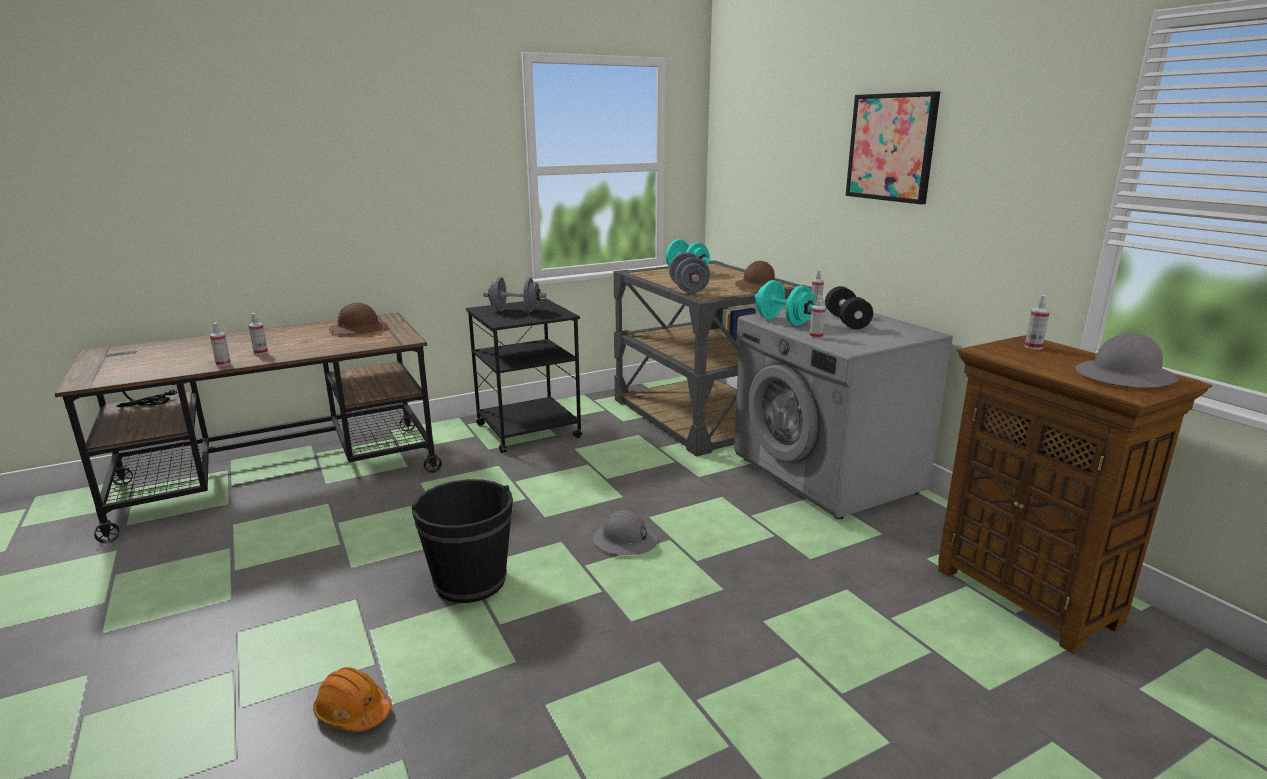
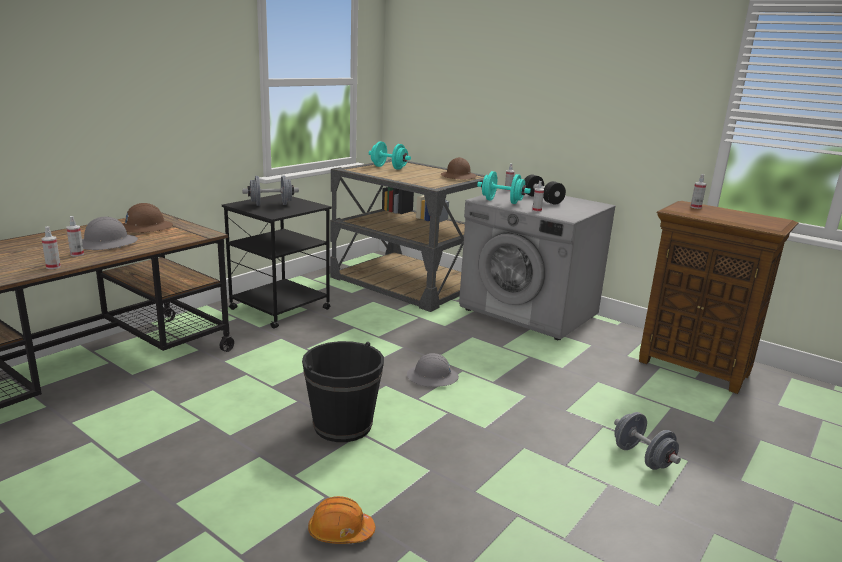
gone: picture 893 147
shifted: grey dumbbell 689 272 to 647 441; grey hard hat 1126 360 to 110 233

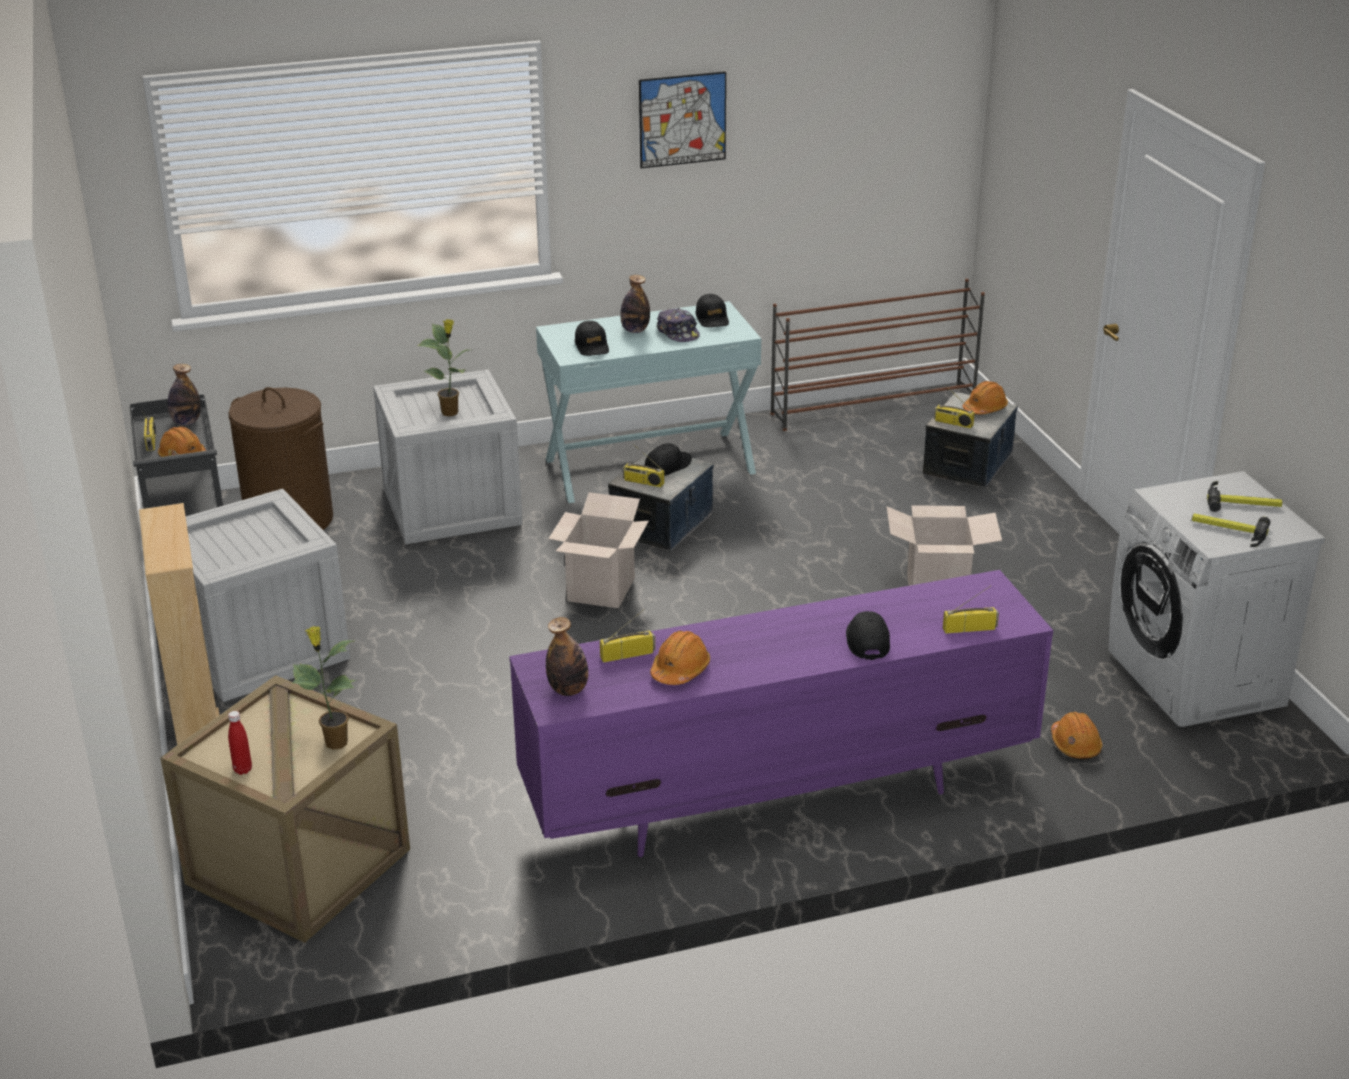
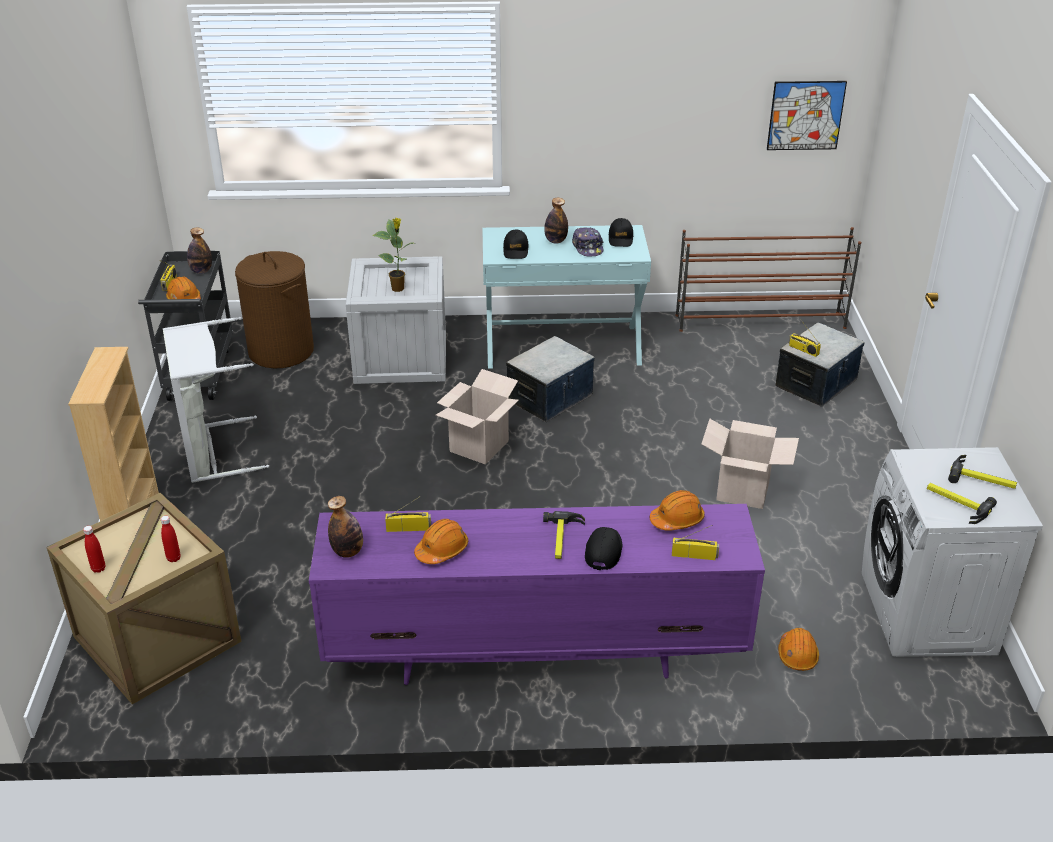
gone: radio 643 465; black cap 668 459
new: hammer 564 535
shifted: picture 682 119 to 807 115; orange hard hat 985 397 to 677 510
swapped: crate 268 595 to grey laundry basket 216 400; potted plant 324 688 to red bottle 171 539

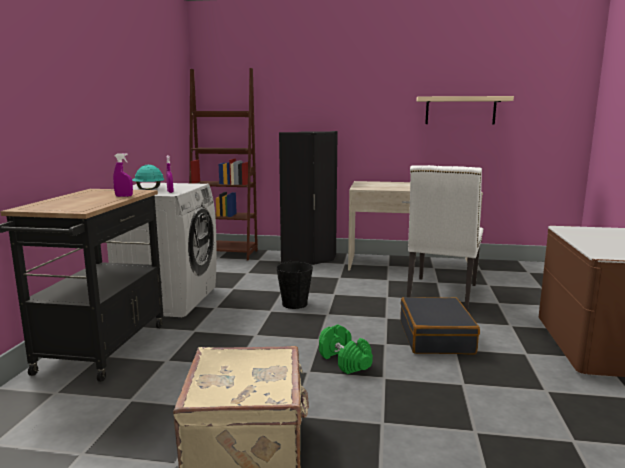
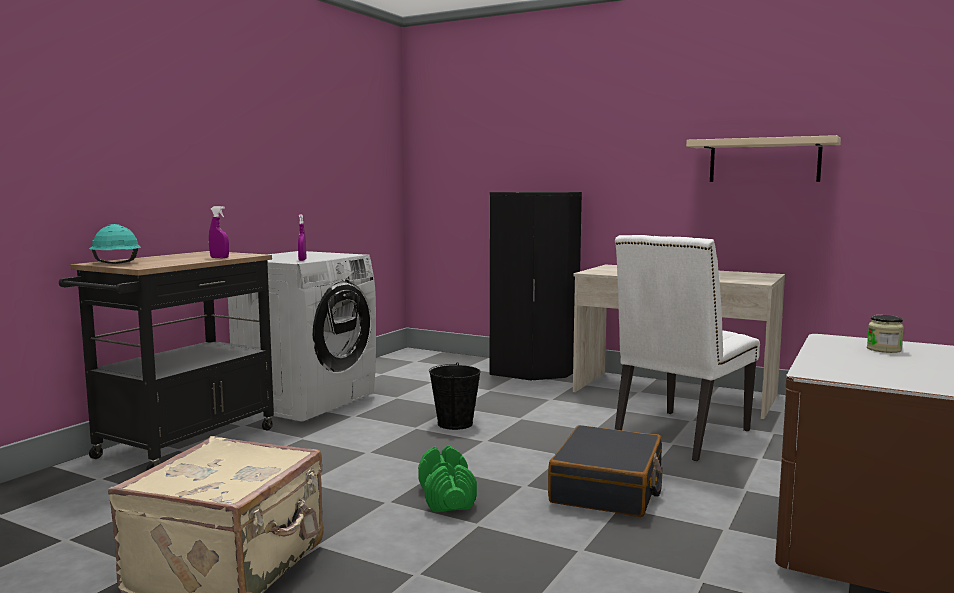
gone: brown bookcase 223 164
new: jar 885 334
shifted: turquoise hard hat 148 177 to 115 244

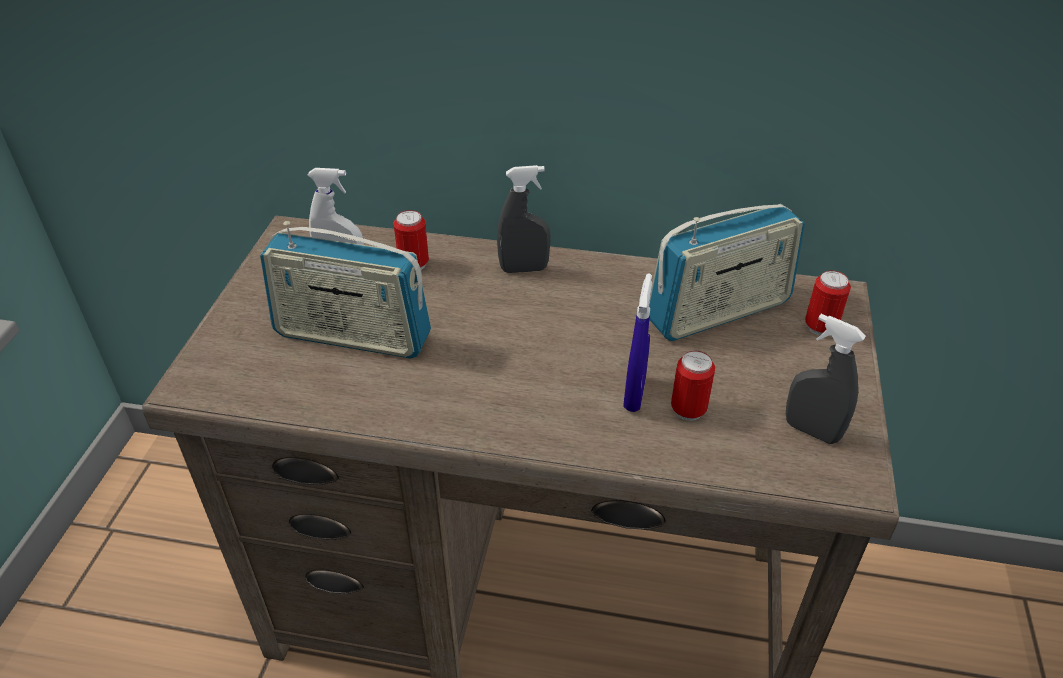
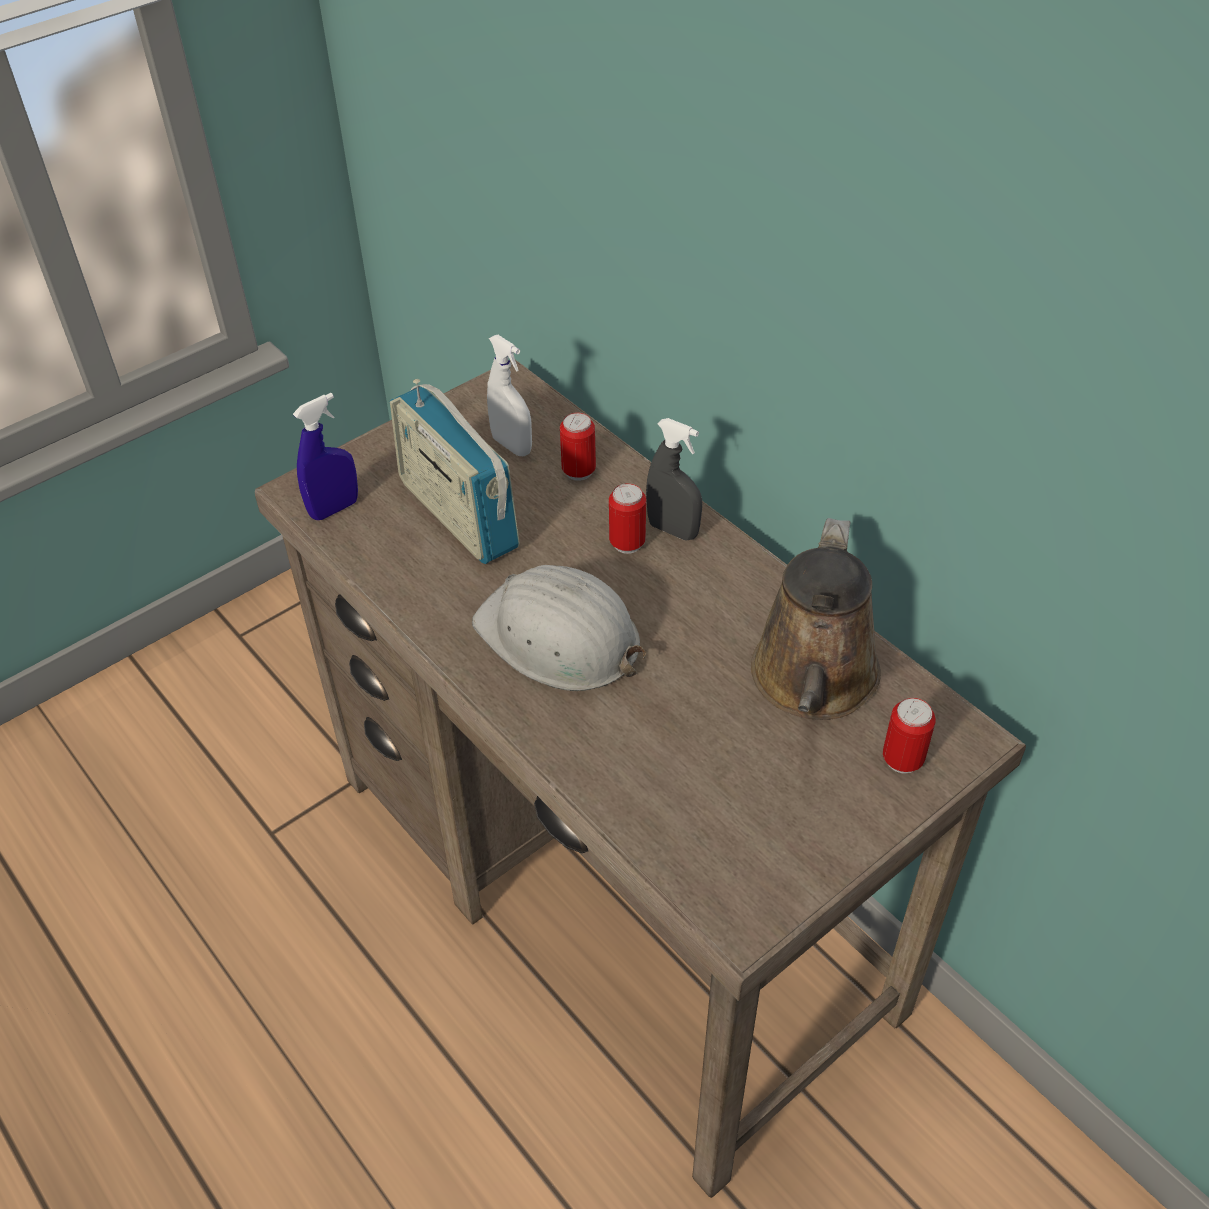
gone: grey spray bottle 826 379
new: white hard hat 559 628
shifted: blue spray bottle 637 342 to 325 456; can 693 386 to 627 518
swapped: radio 727 272 to brown watering can 816 619

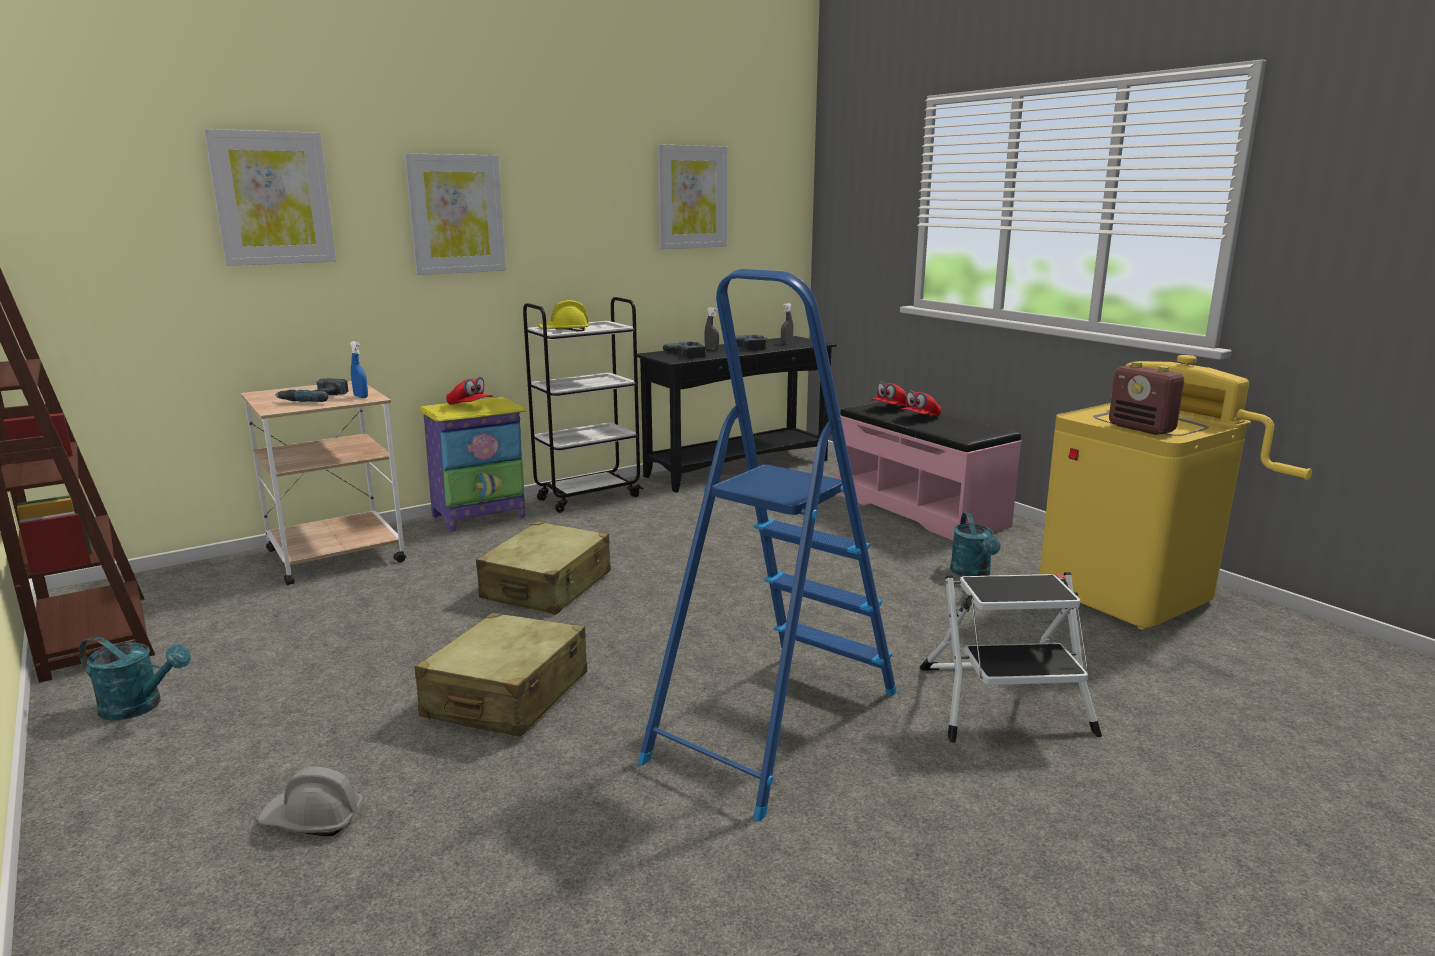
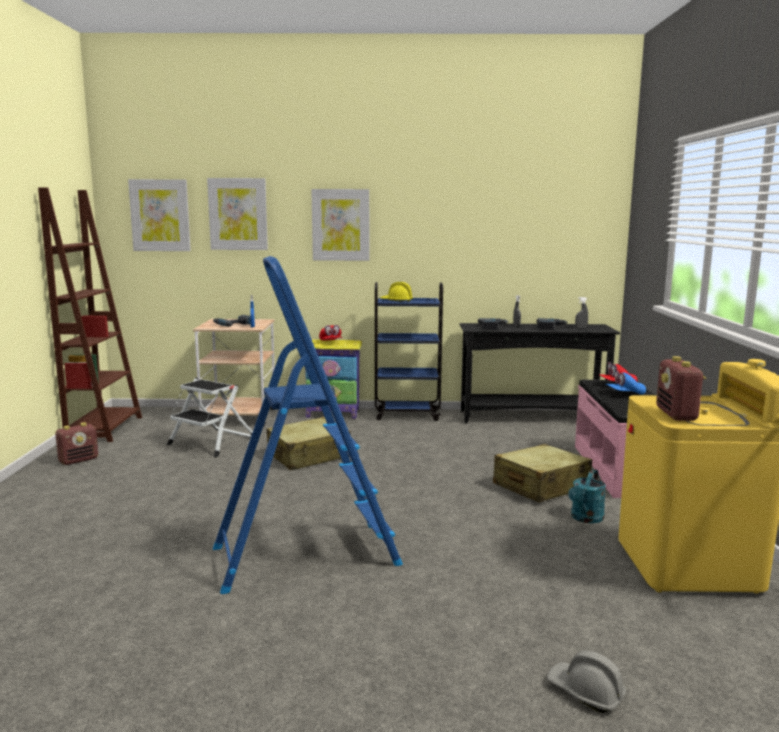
shifted: picture 692 196 to 159 215; step ladder 1010 657 to 210 417; beige suitcase 501 675 to 542 473; grey hard hat 310 801 to 586 682
swapped: turquoise watering can 135 678 to radio 76 443
repainted: white cart 583 405 to blue cart 408 351; red cap 920 403 to blue cap 626 383

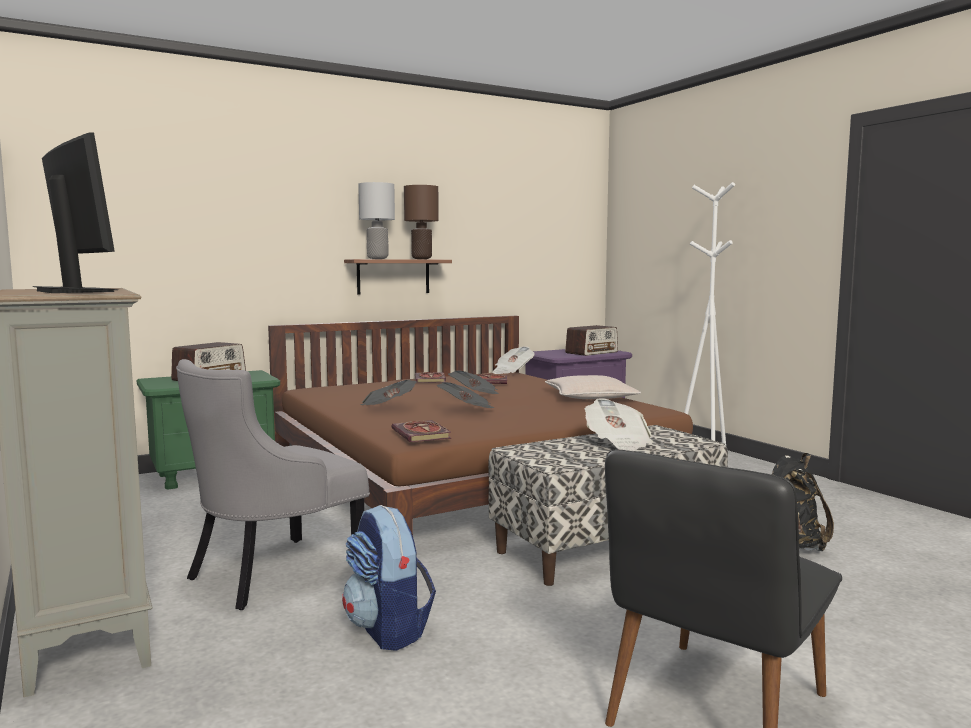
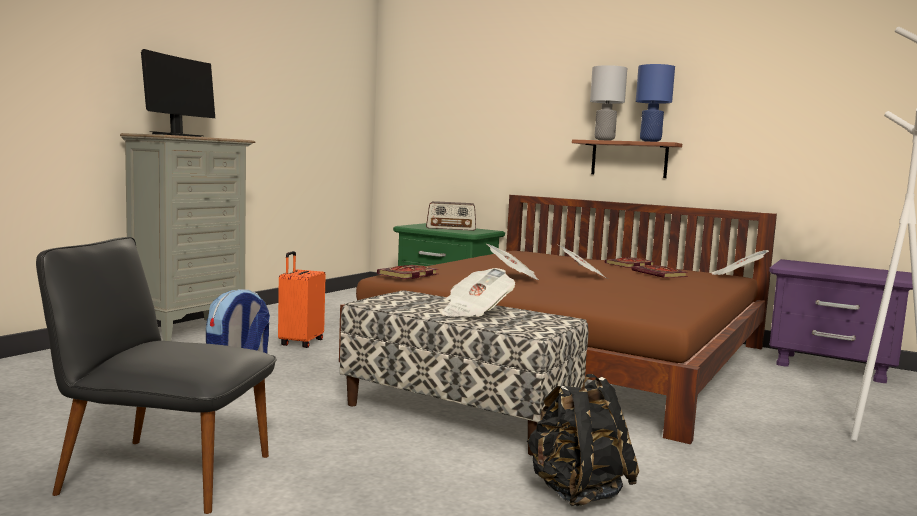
gone: radio 591 340; beige pillow 593 387; newspaper 389 392
swapped: grey chair 273 484 to orange suitcase 302 299
repainted: brown table lamp 421 222 to blue table lamp 655 103

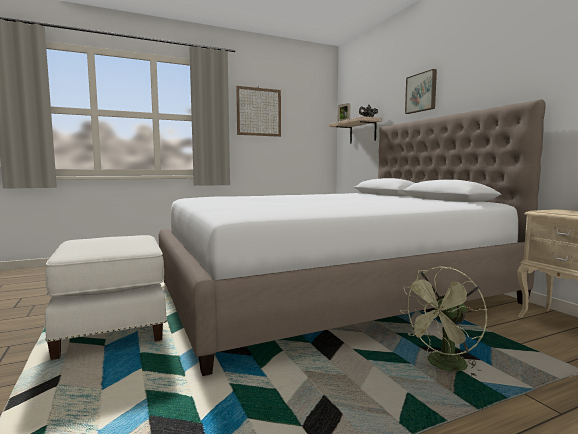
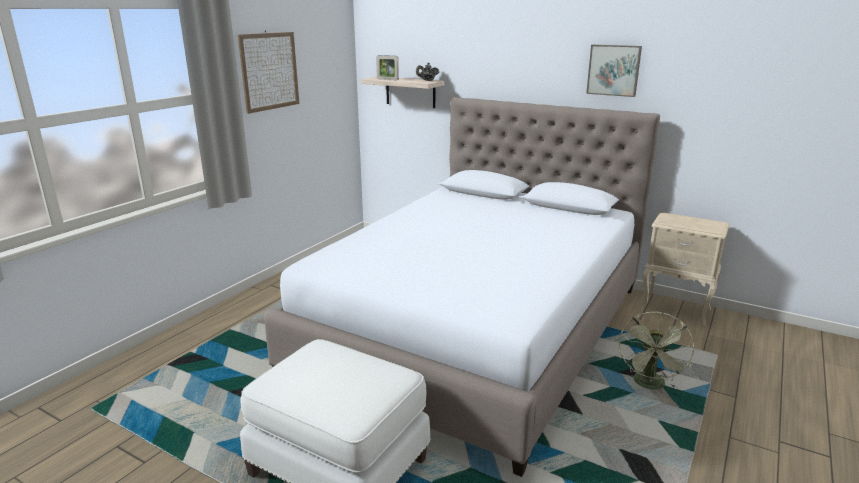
shifted: picture 421 91 to 614 71

